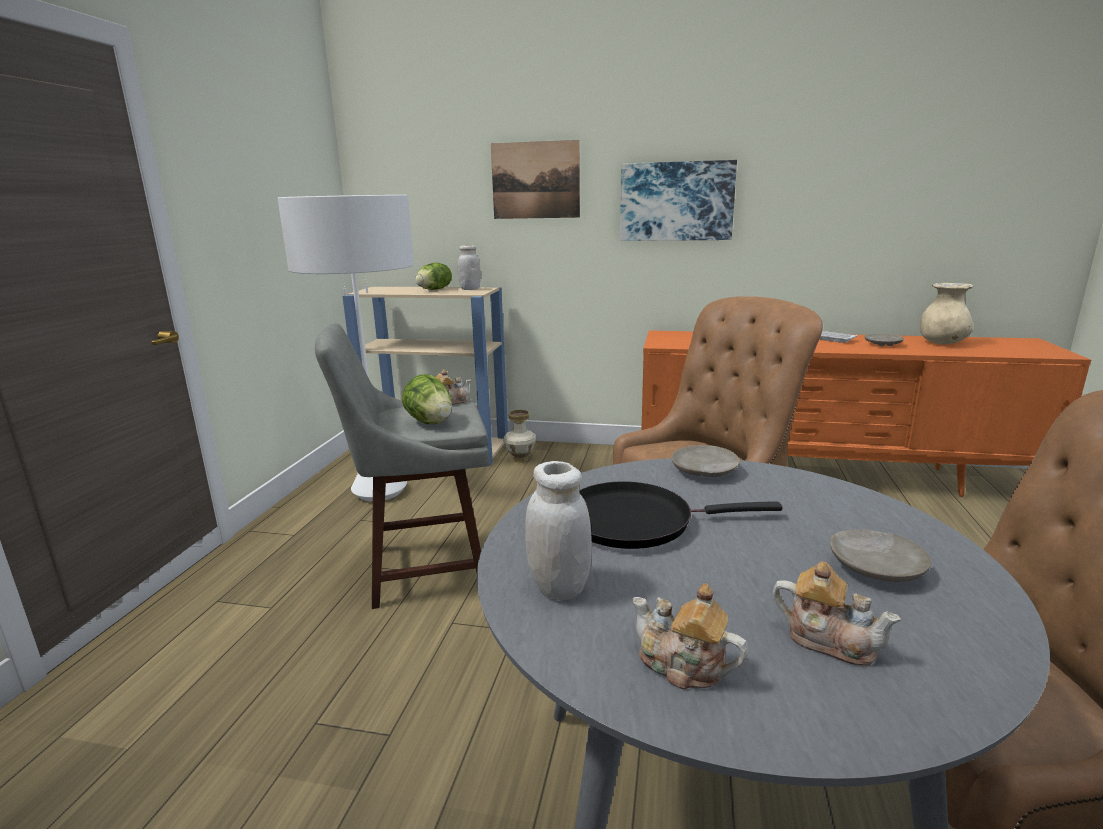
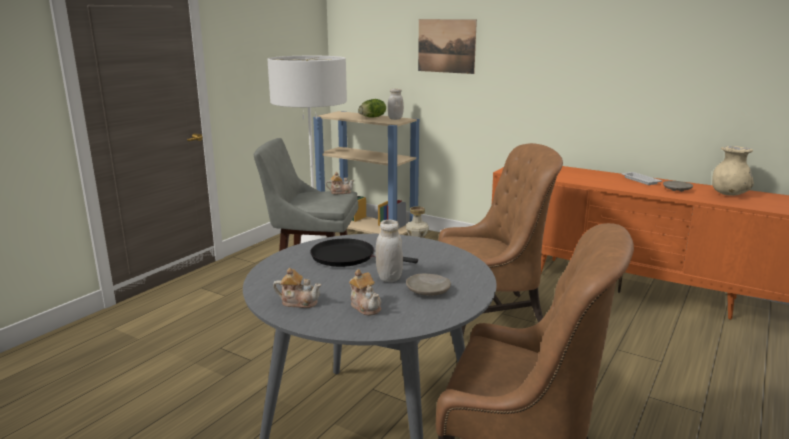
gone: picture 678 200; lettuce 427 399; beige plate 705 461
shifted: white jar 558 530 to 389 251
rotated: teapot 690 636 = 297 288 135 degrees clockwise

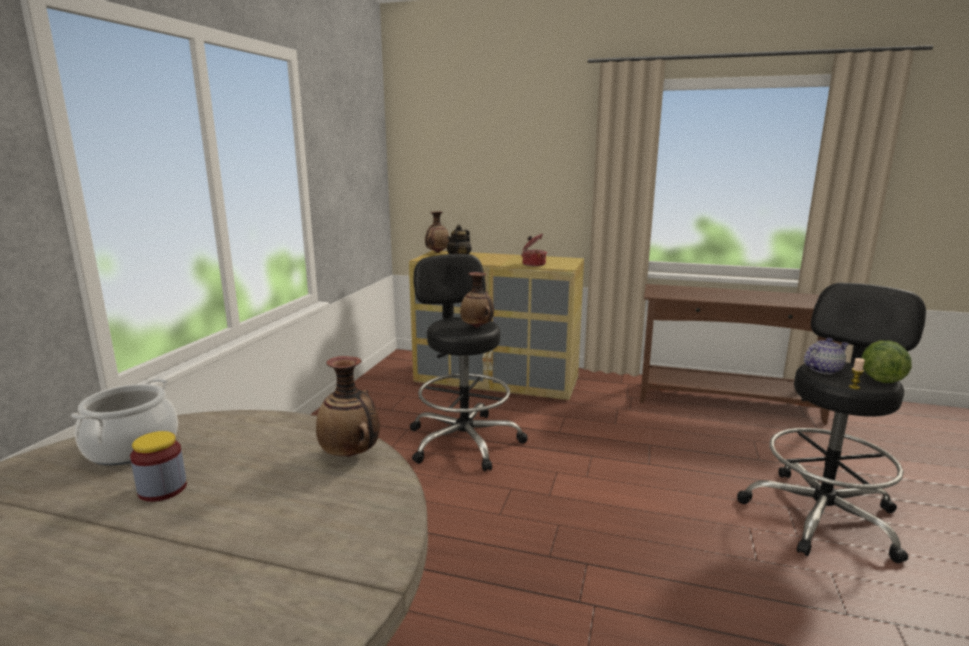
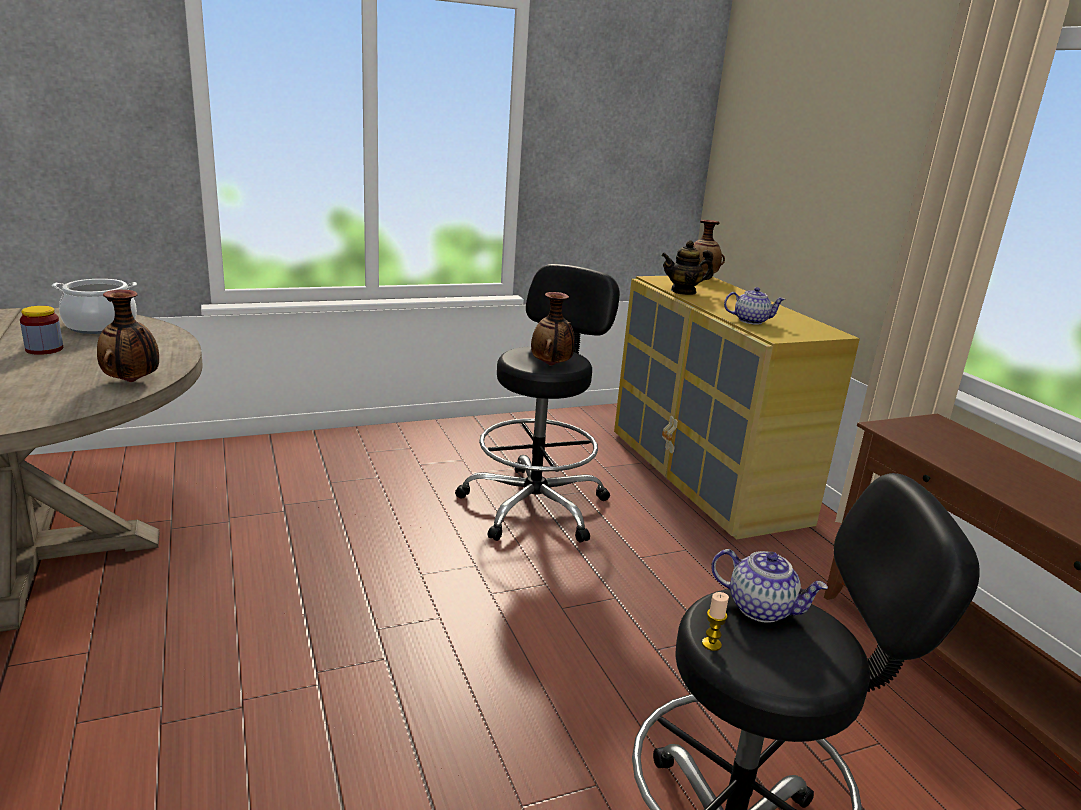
gone: lettuce 886 361
swapped: cooking pot 534 250 to teapot 754 306

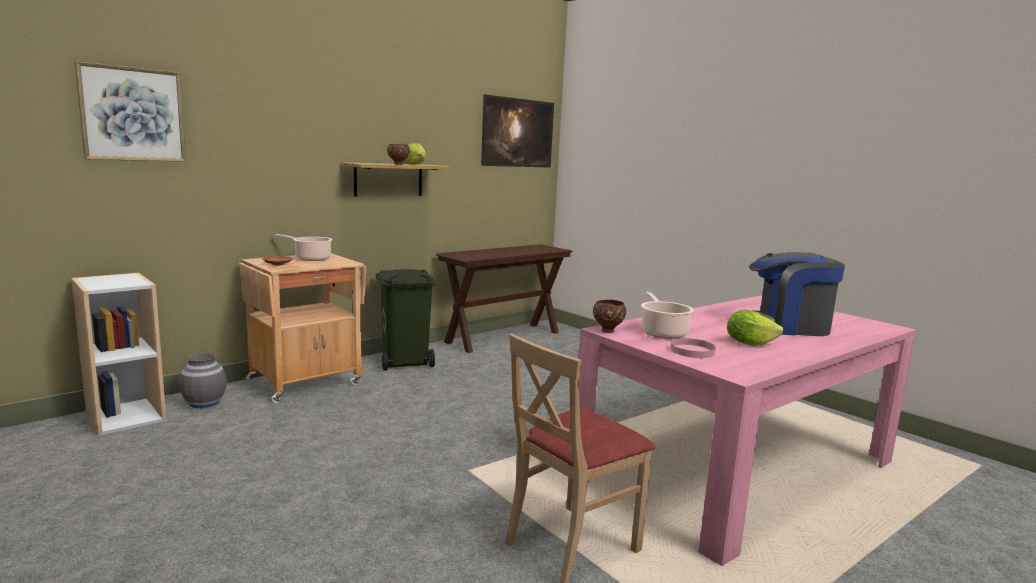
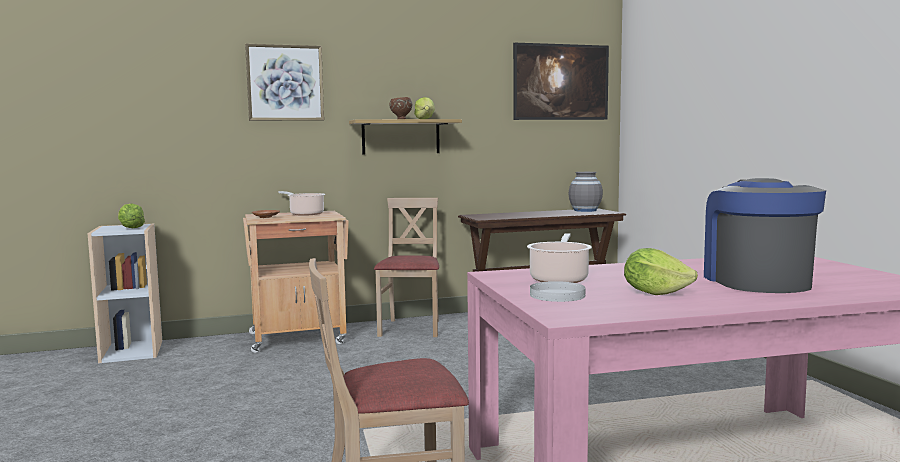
gone: brown bowl 609 316
new: lettuce 131 215
shifted: picture 130 111 to 284 82; grey vase 203 380 to 586 192
swapped: green trash can 406 320 to beige chair 406 267
repainted: pink plate 693 348 to white plate 557 291
rotated: coffee machine 797 294 = 765 235 60 degrees clockwise

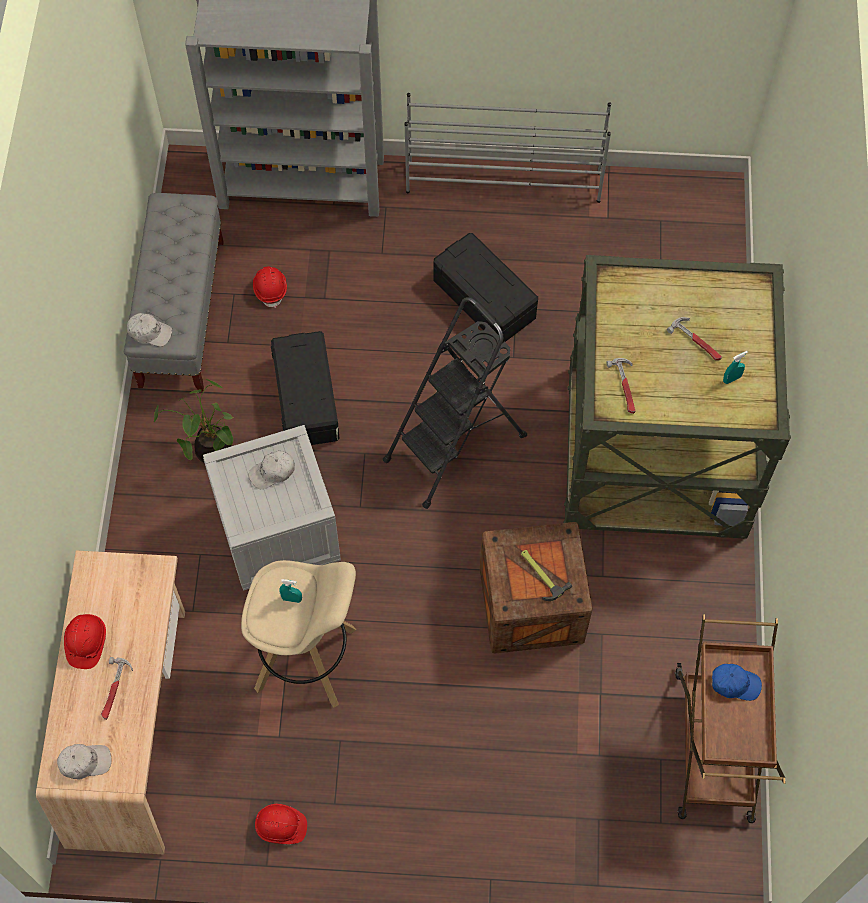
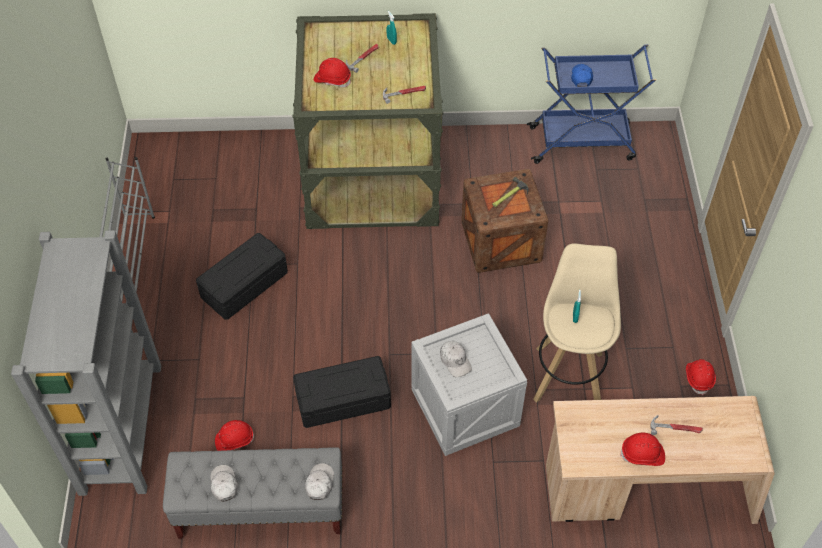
gone: step ladder 455 403; potted plant 193 421
new: red hard hat 332 72
shifted: white cap 84 762 to 224 483
repainted: brown cart 730 718 to blue cart 591 104

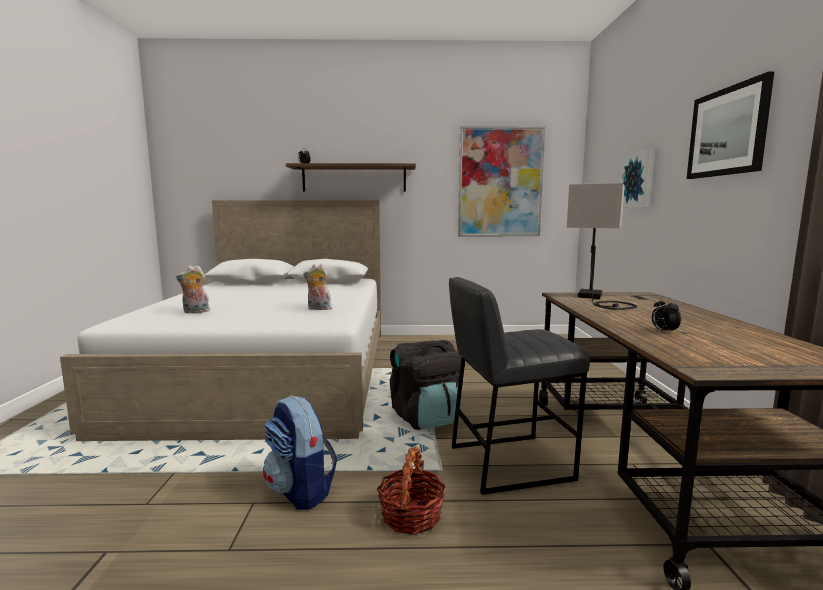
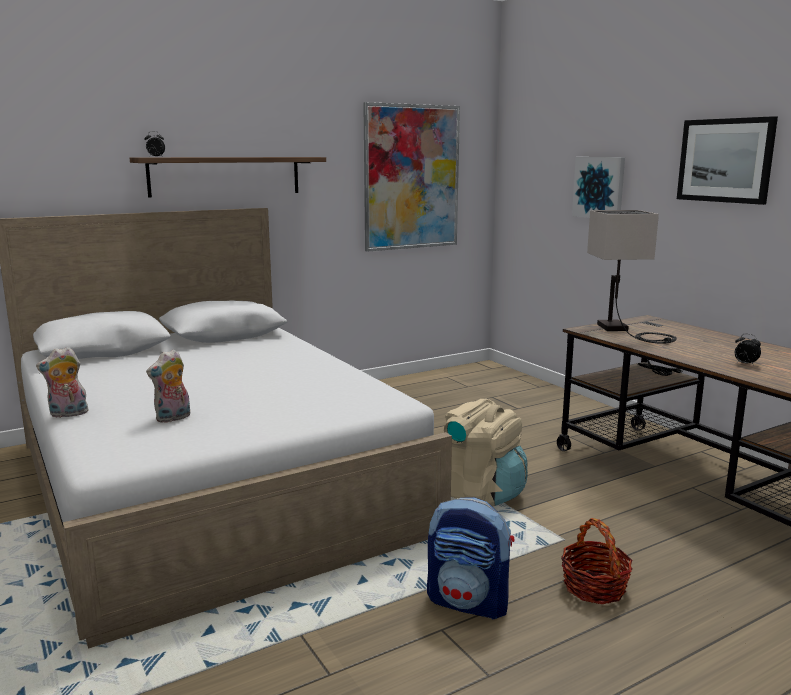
gone: grey stool 519 386
shifted: plush toy 317 287 to 62 382
repainted: black backpack 426 385 to beige backpack 486 453

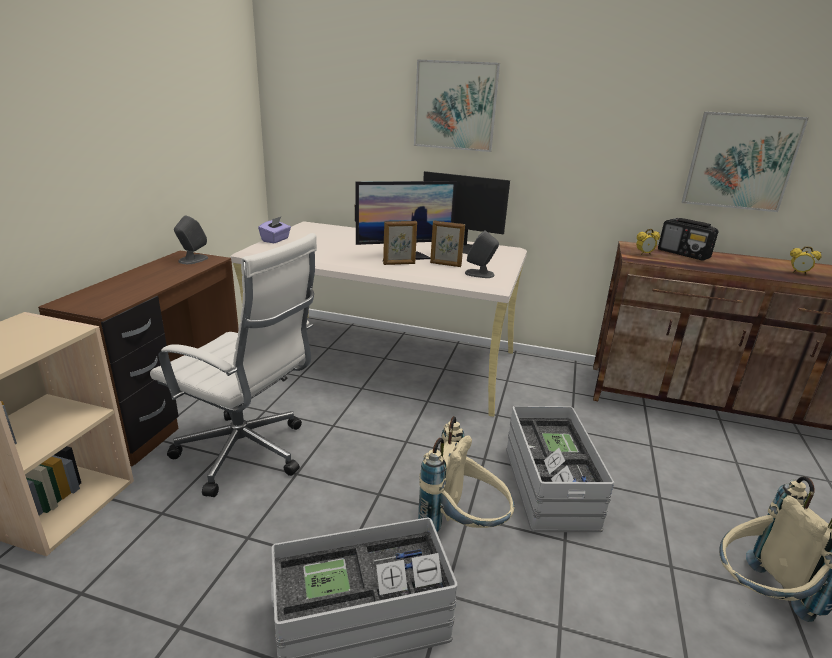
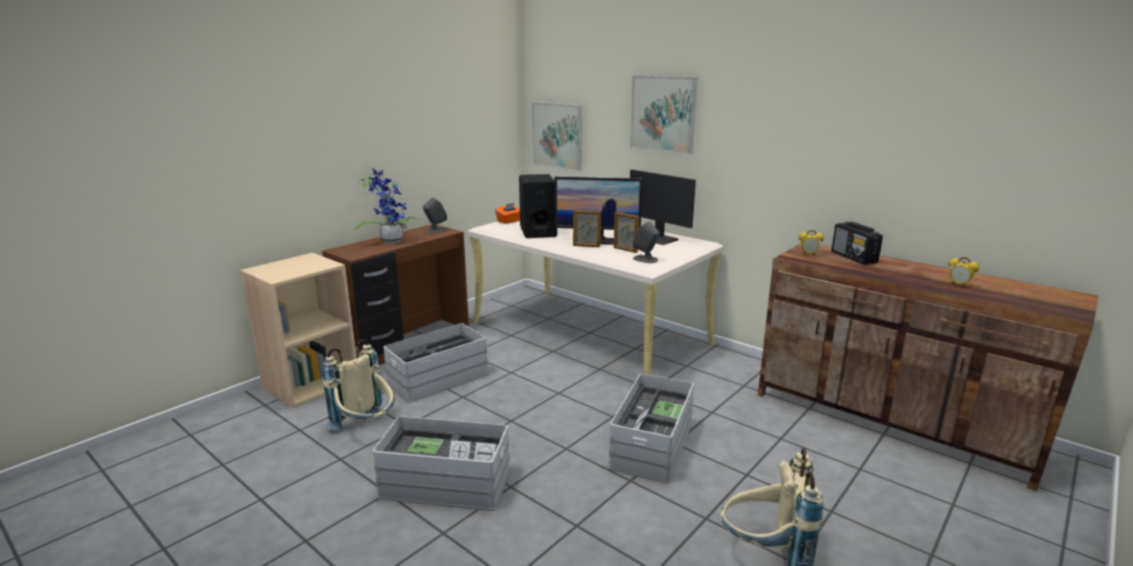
new: potted plant 387 205; black speaker 538 206
shifted: picture 745 161 to 557 136; beige backpack 466 474 to 358 385
swapped: white office chair 233 365 to grey storage box 436 363
repainted: purple tissue box 274 230 to orange tissue box 507 213

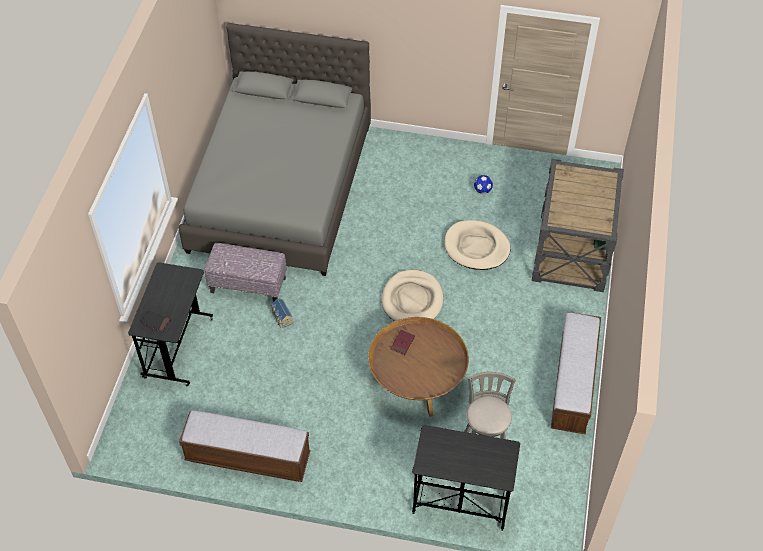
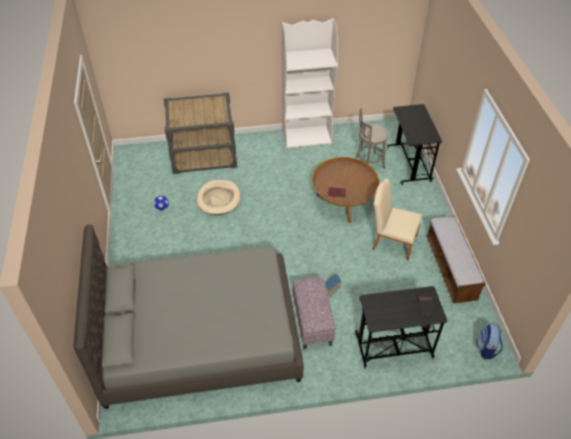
gone: beige dog bed 412 295
new: beige chair 397 220; backpack 489 341
swapped: bench 576 373 to white bookcase 310 83

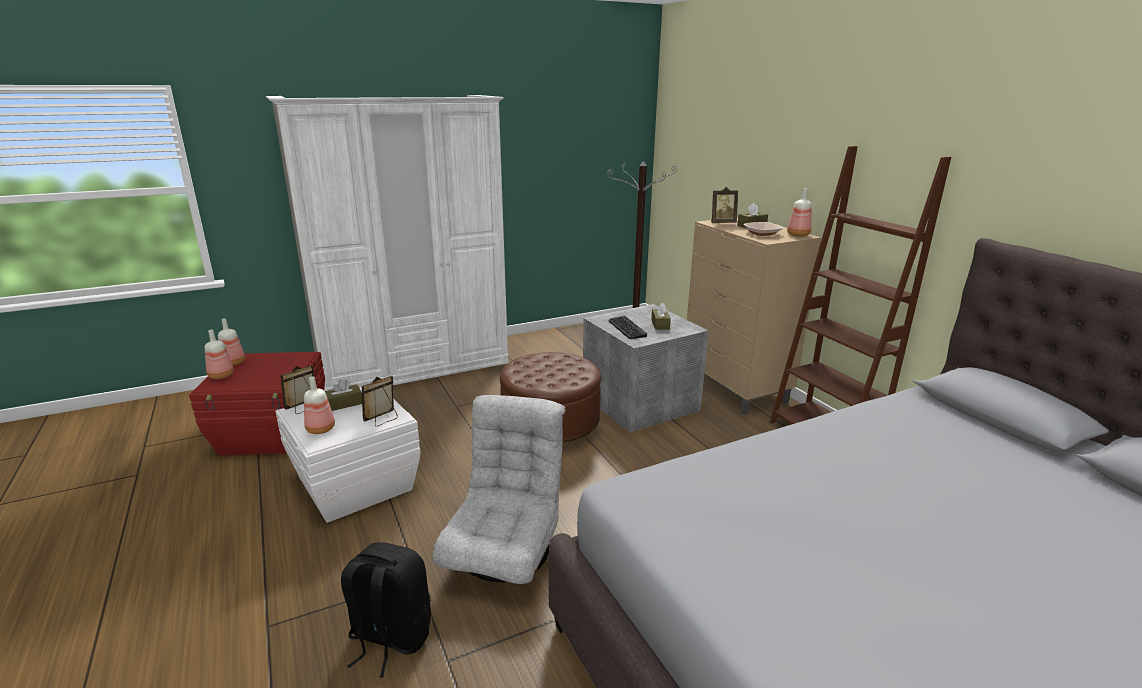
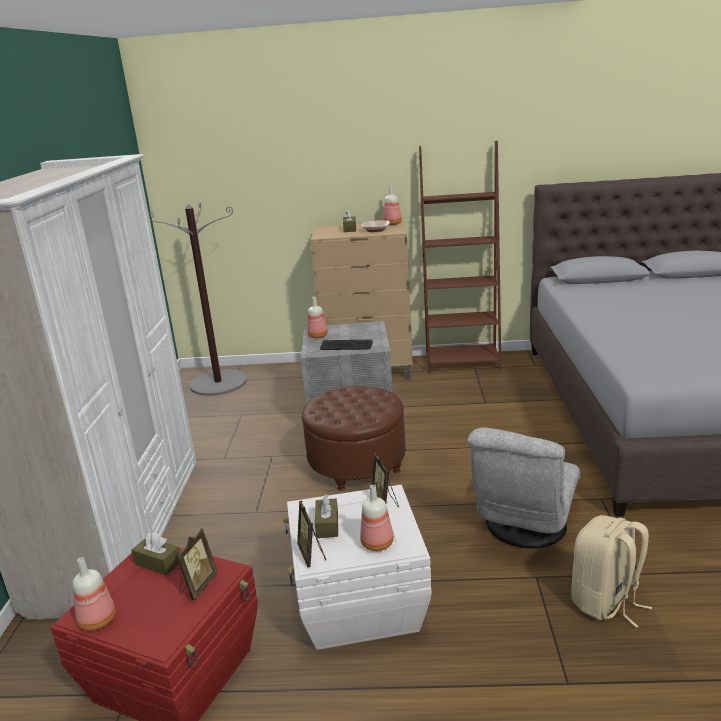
shifted: picture frame 724 205 to 197 564; brown tissue box 661 316 to 155 553; bottle 219 354 to 318 317
repainted: black backpack 386 609 to beige backpack 611 571
rotated: grey armchair 498 489 = 524 487 105 degrees counterclockwise

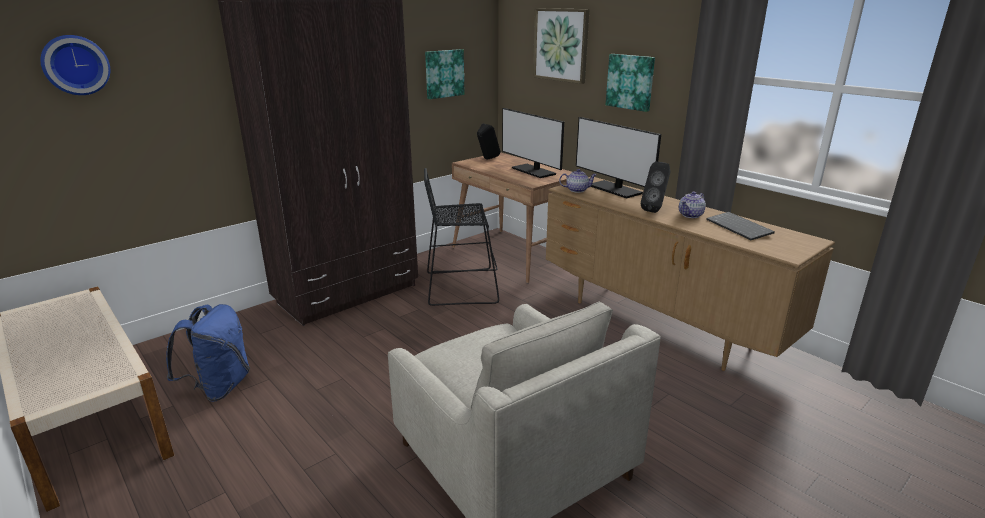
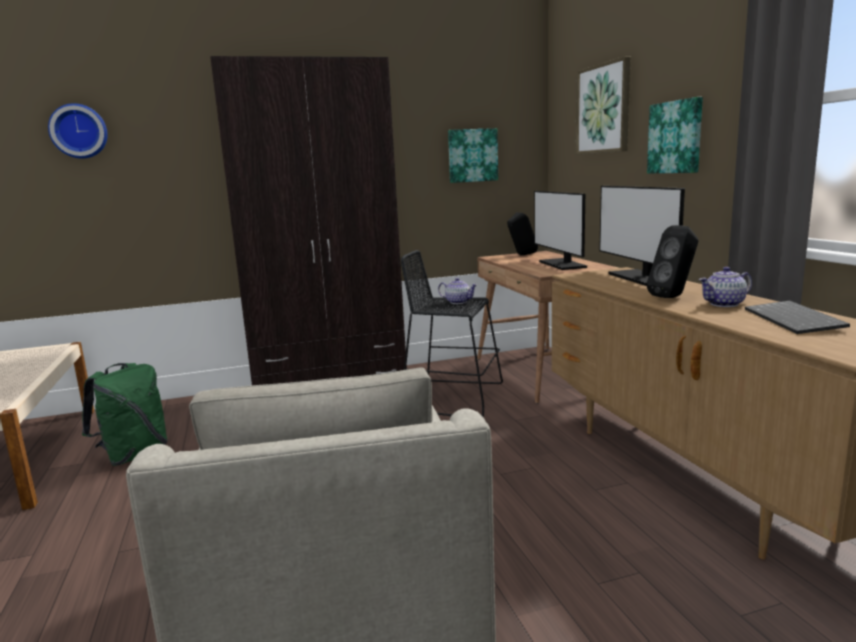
shifted: teapot 578 181 to 458 291
repainted: blue backpack 208 353 to green backpack 125 414

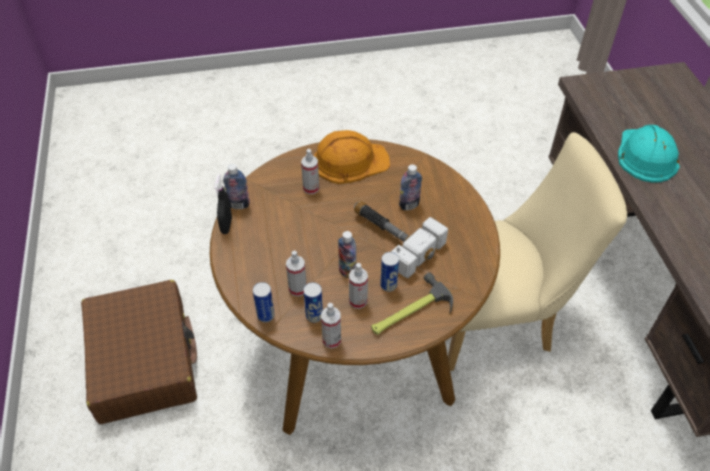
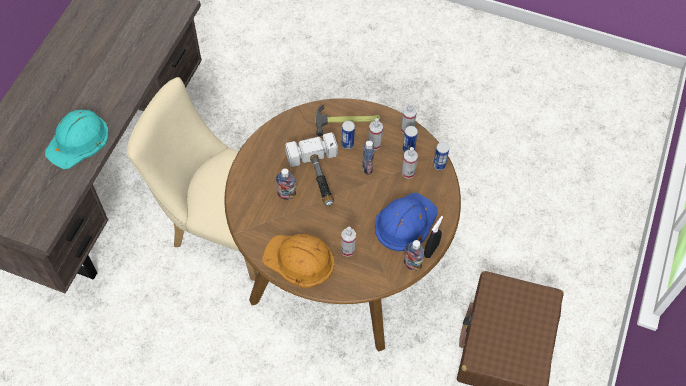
new: blue hard hat 406 222

